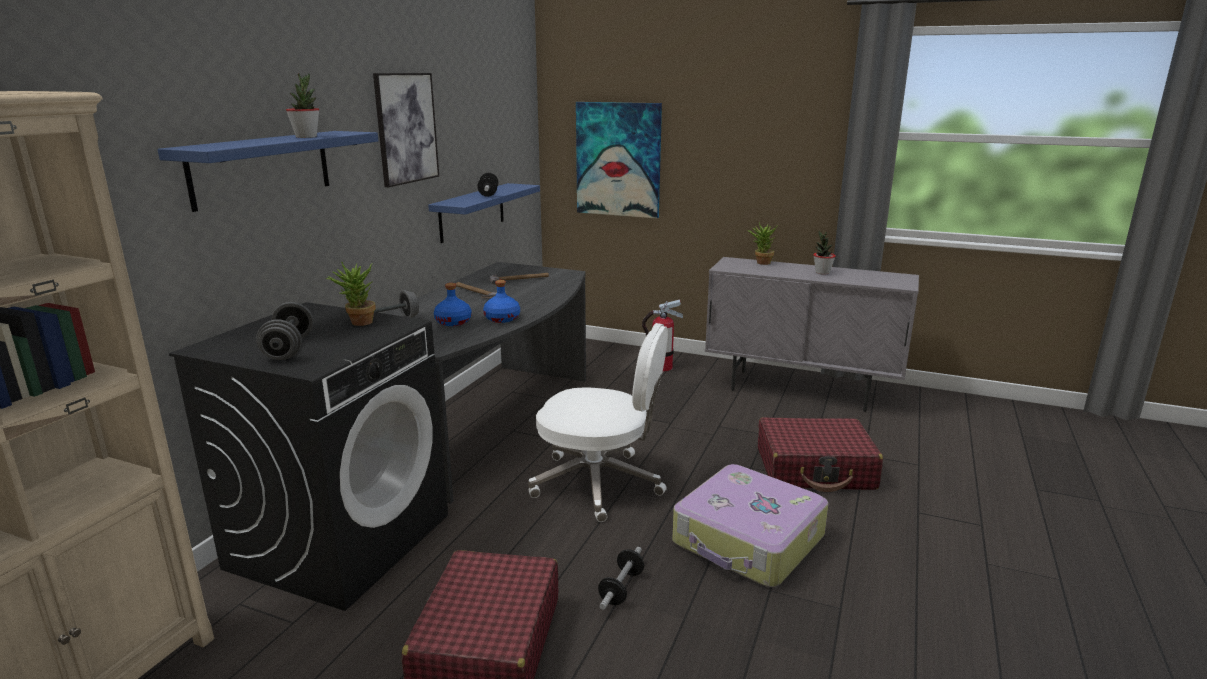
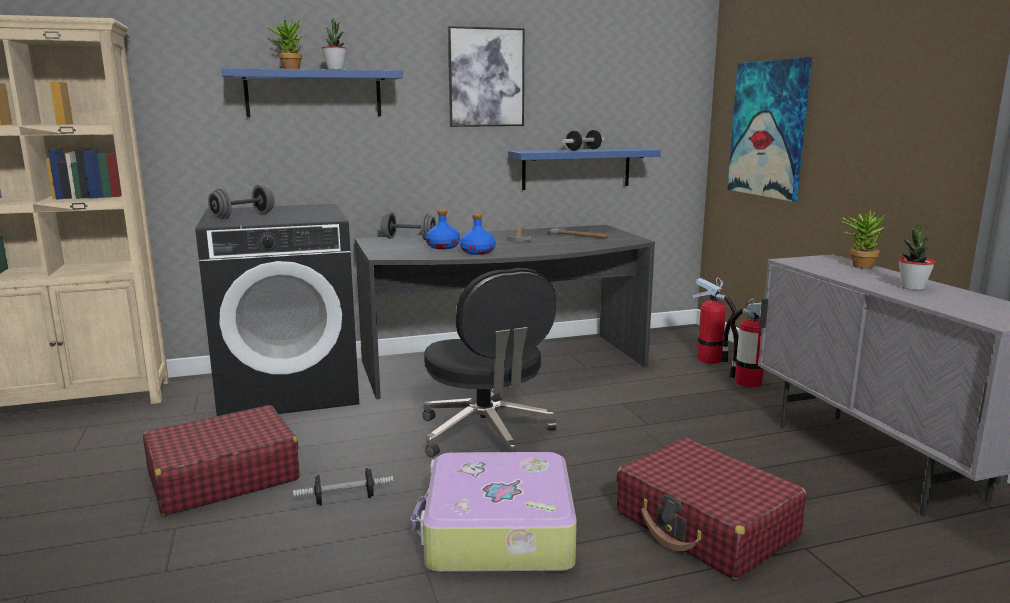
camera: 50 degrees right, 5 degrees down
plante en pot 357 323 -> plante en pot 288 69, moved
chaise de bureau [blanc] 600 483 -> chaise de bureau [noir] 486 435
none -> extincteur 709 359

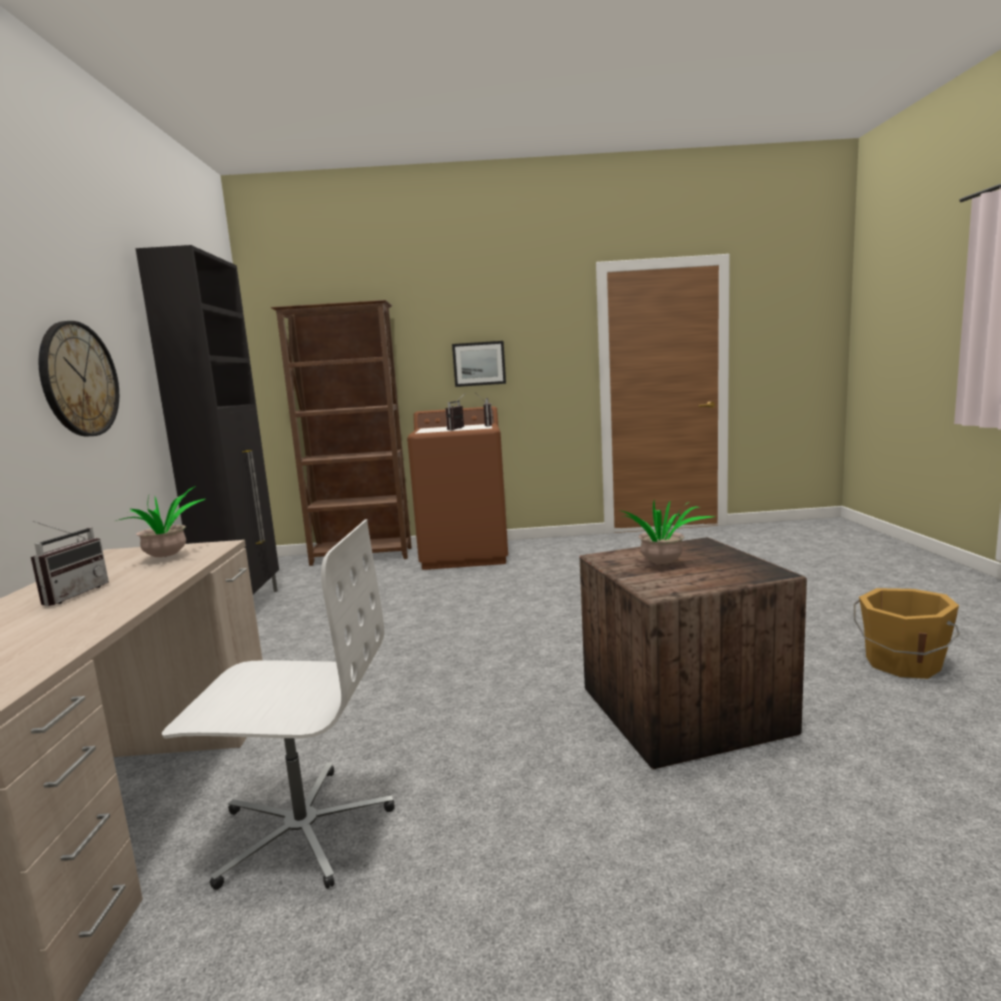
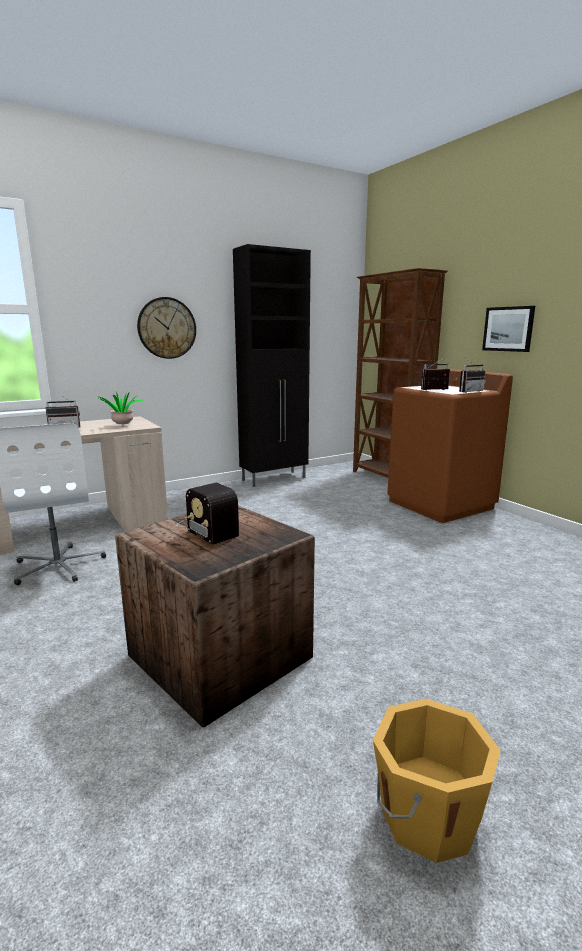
camera: 60 degrees right, 5 degrees up
plante en pot 662 565 -> radio 207 527

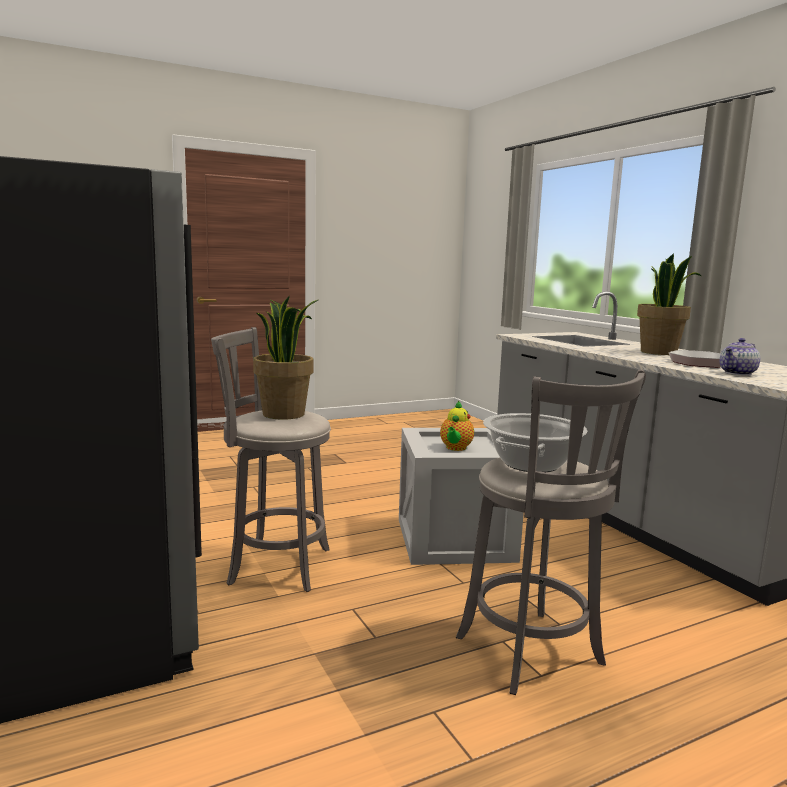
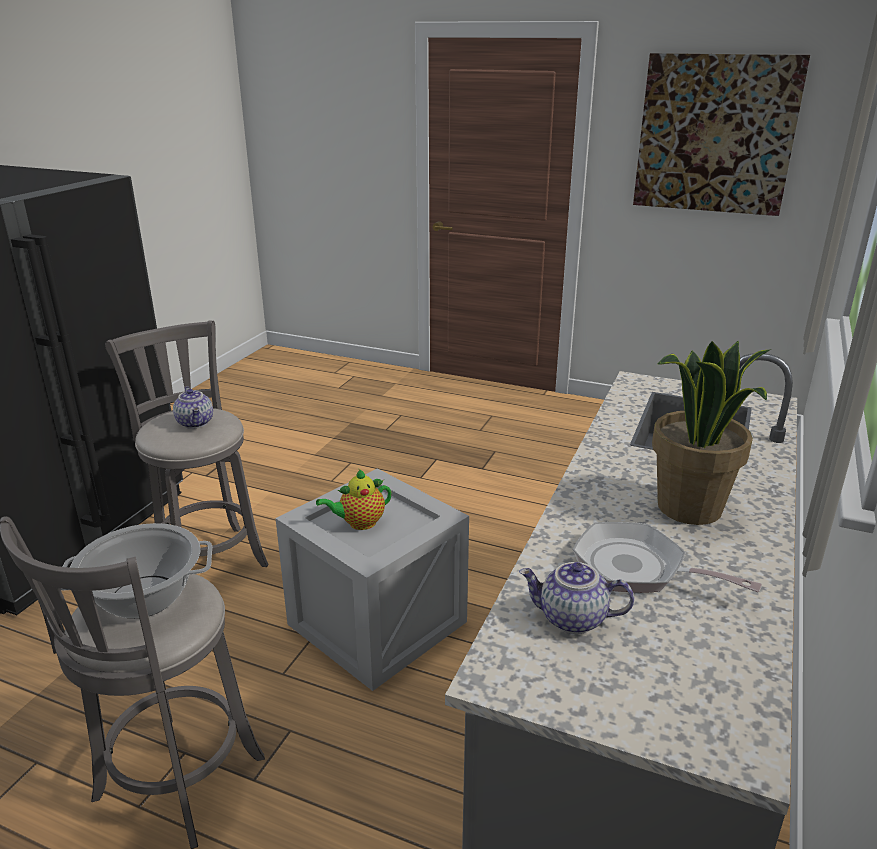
camera: 50 degrees right, 15 degrees up
plante en pot 284 414 -> théière 196 423
none -> tableau 715 135

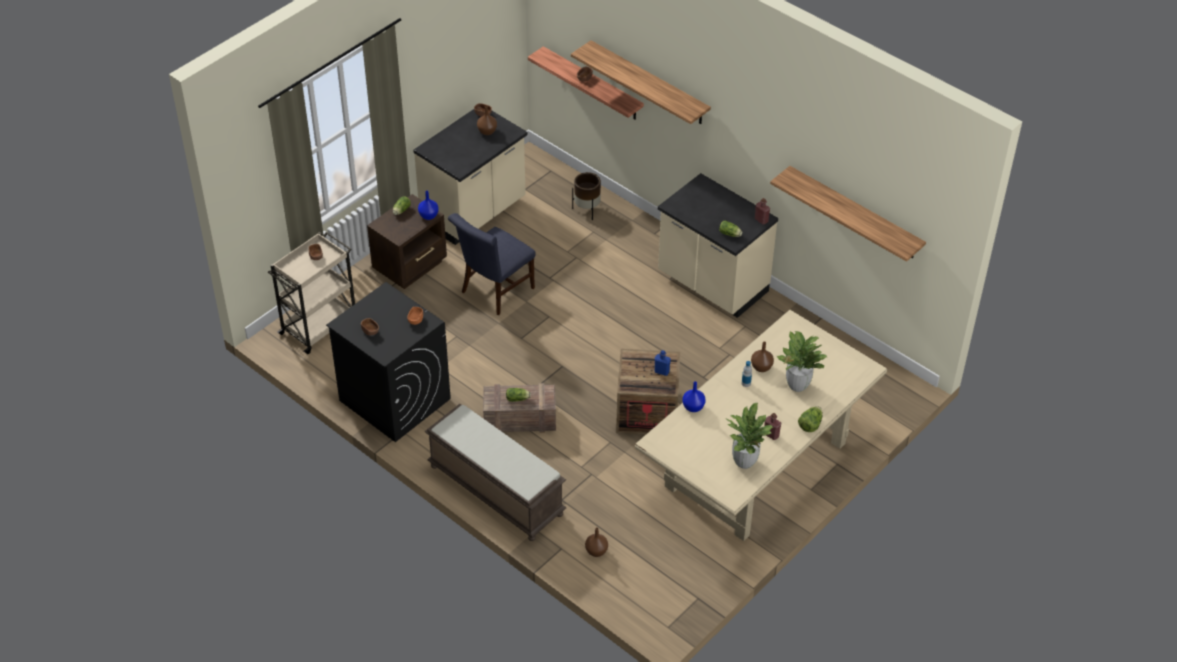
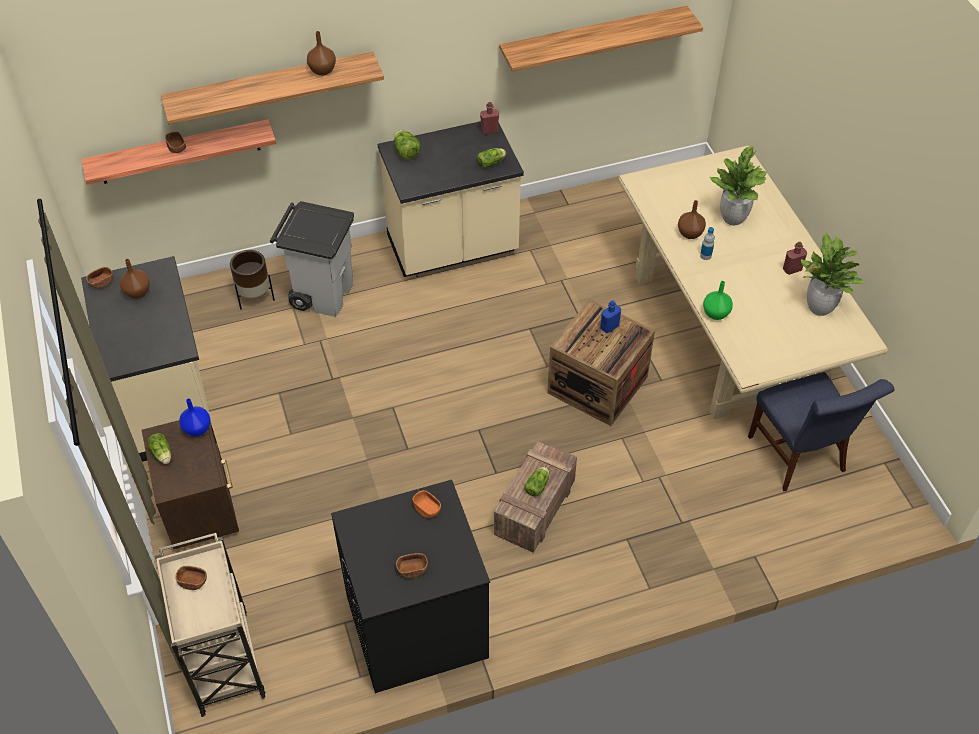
camera: 60 degrees left, 5 degrees up
banc [marron] 494 490 -> none
chaise [bleu] 494 292 -> chaise [bleu] 800 458, moved
vase [marron] 596 551 -> vase [marron] 322 71, moved
vase [bleu] 692 407 -> vase [vert] 715 314
laitue 810 425 -> laitue 406 152, moved
none -> poubelle [gris] 322 293

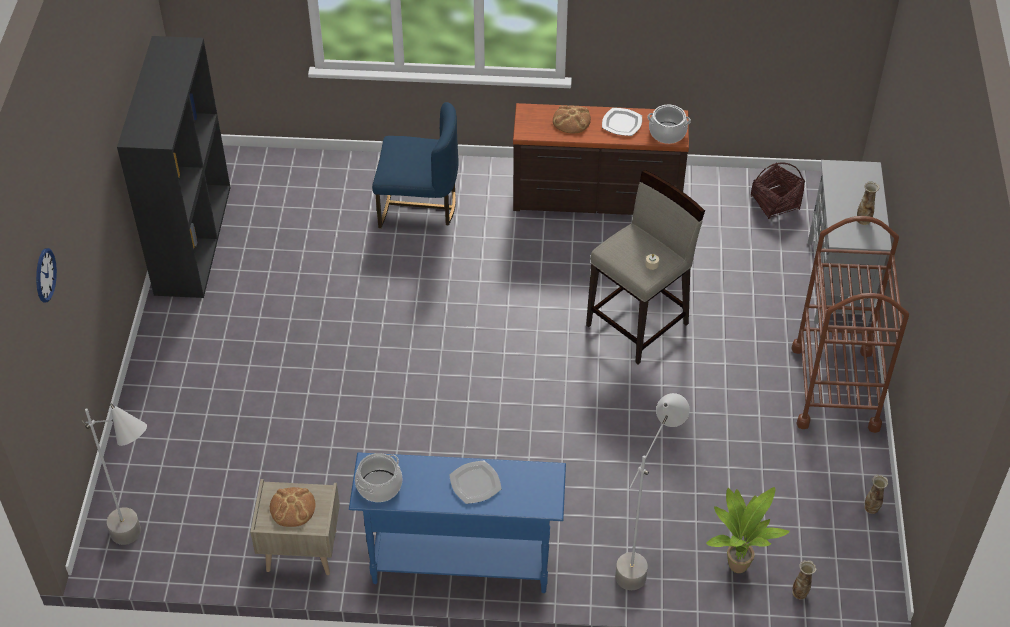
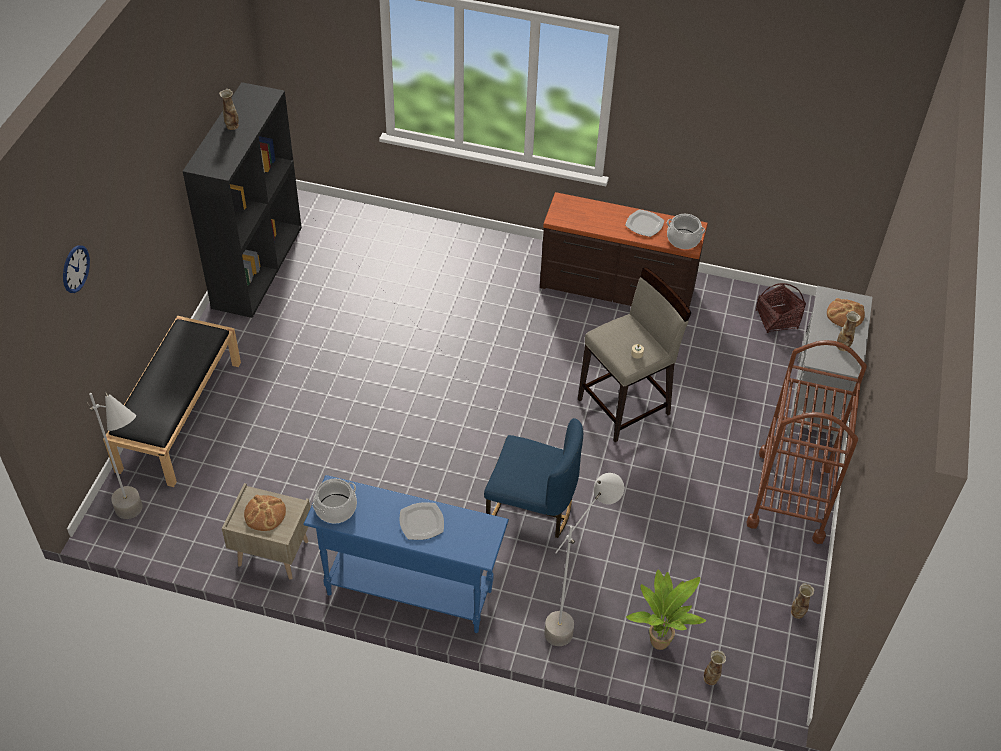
camera: 10 degrees right, 0 degrees up
chaise [bleu] 418 206 -> chaise [bleu] 531 509, moved
pain 571 120 -> pain 845 314, moved
none -> banc [noir] 179 414
none -> vase 232 126

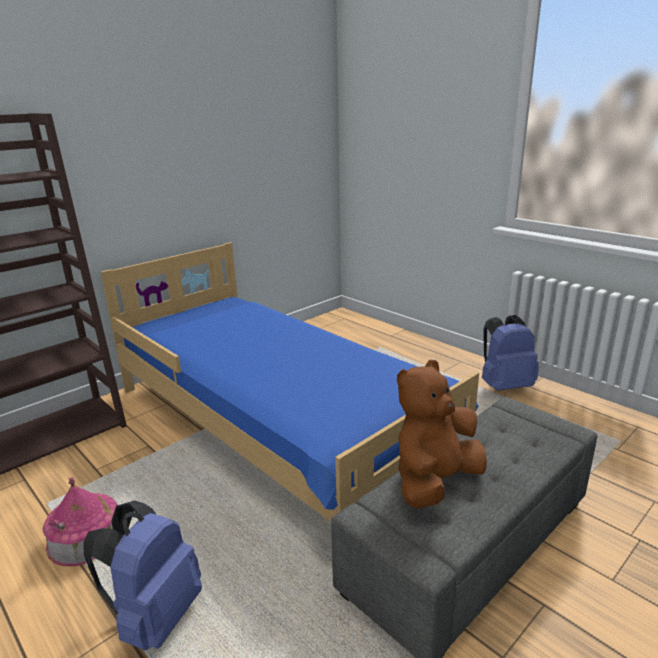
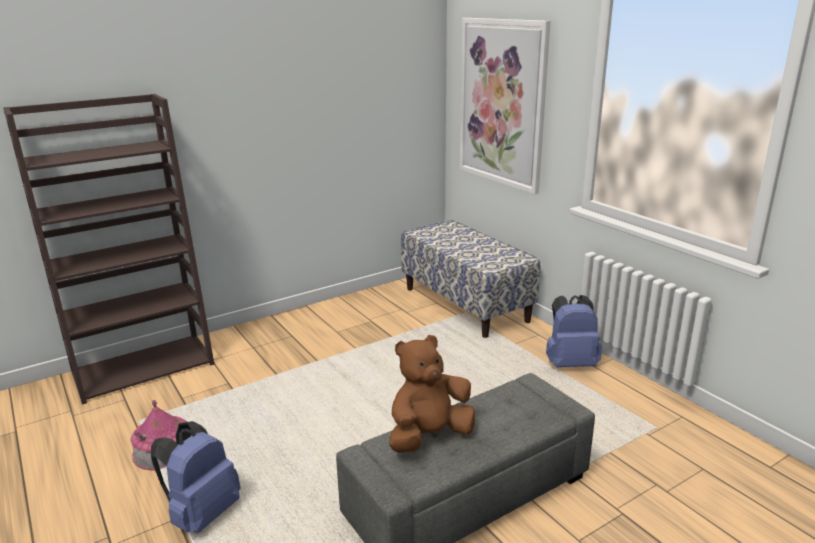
camera: 10 degrees right, 0 degrees up
lit [bleu] 278 424 -> none
none -> banc 466 304
none -> tableau 502 103

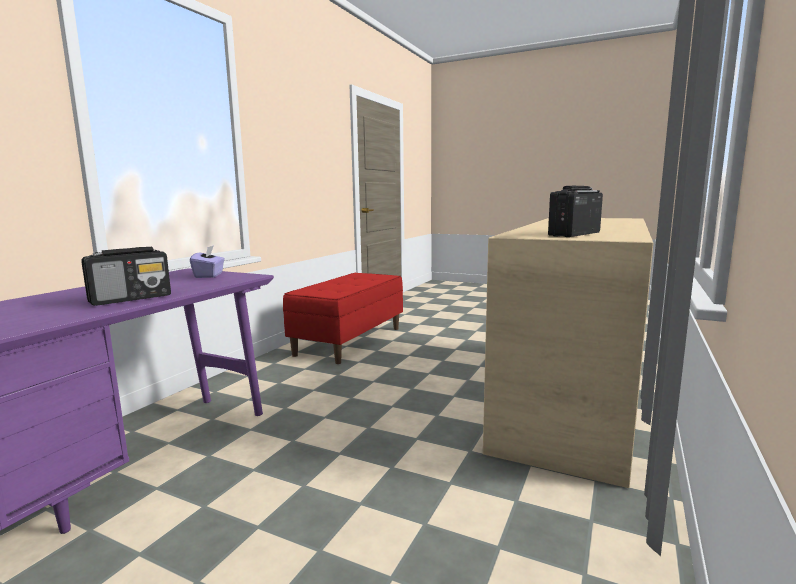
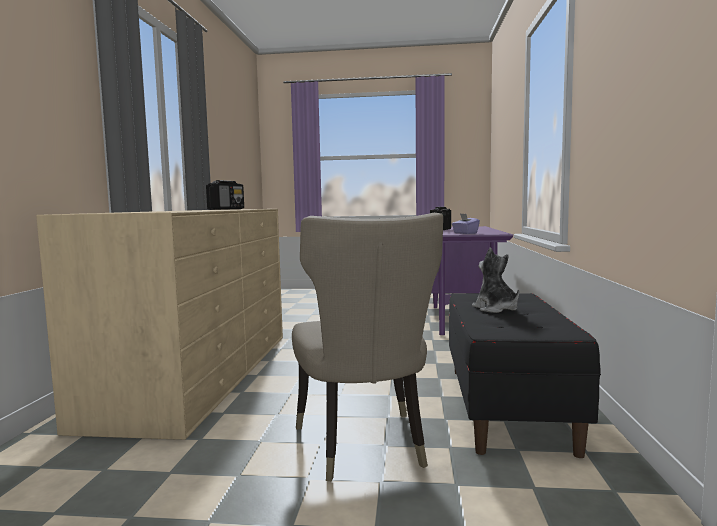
camera: 160 degrees right, 5 degrees down
banc [rouge] 349 341 -> banc [noir] 507 406
none -> chaise [beige] 364 447
none -> peluche 495 309

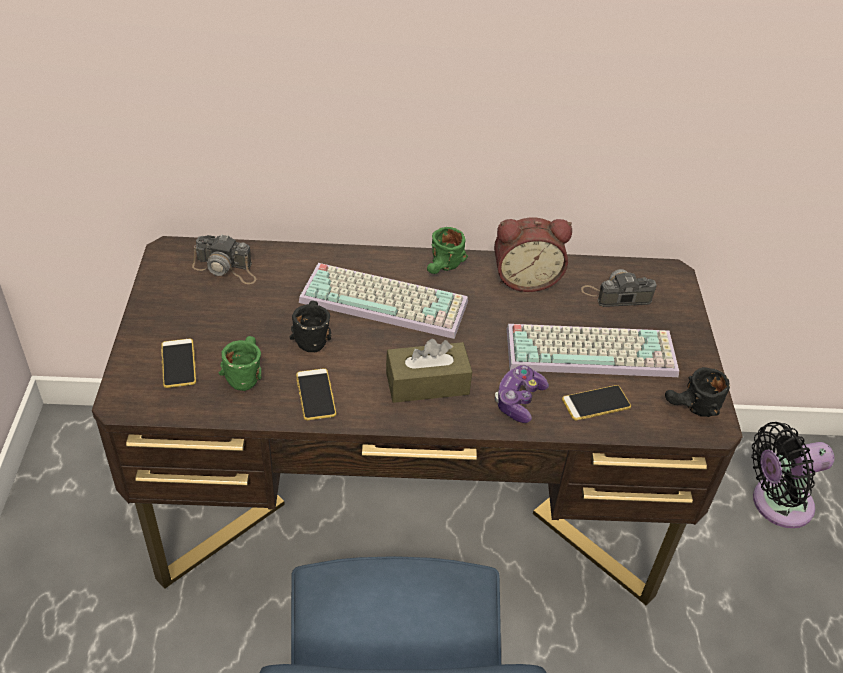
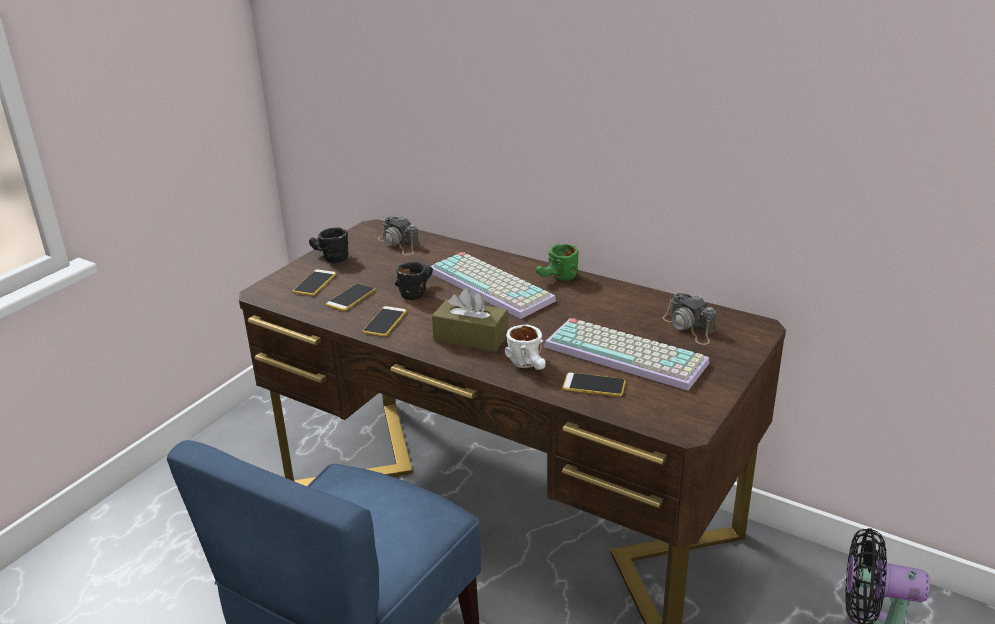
camera: 35 degrees right, 15 degrees down
mug [vert] 243 372 -> téléphone 351 298
réveil 525 278 -> none
manette 519 401 -> mug [blanc] 531 366
appareil photo 616 295 -> appareil photo 689 327, 150 degrees counterclockwise
mug [noir] 691 409 -> mug [noir] 328 257, moved

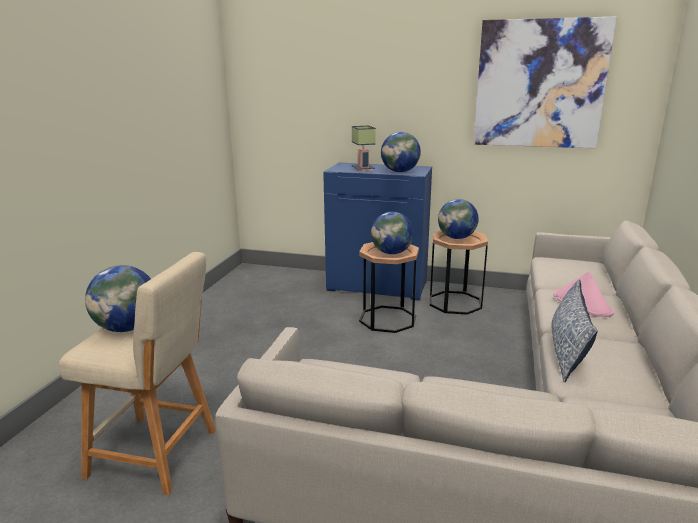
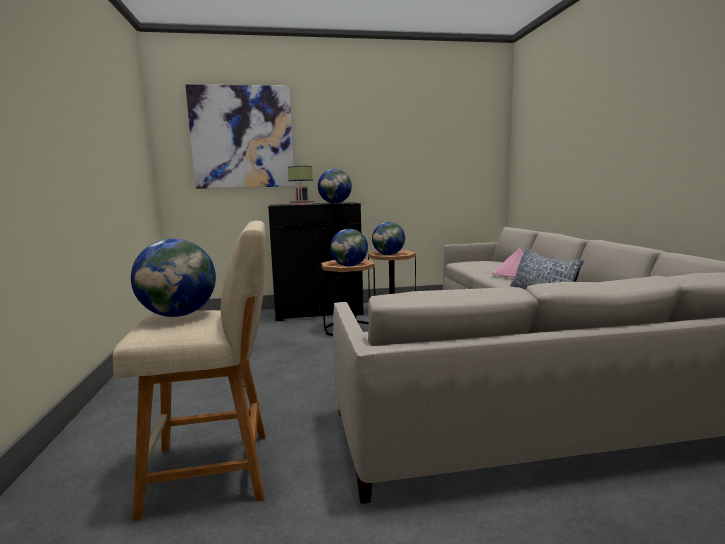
camera: 25 degrees left, 10 degrees down
meuble de rangement [bleu] 378 286 -> meuble de rangement [noir] 319 311
tableau 539 84 -> tableau 242 137, moved

